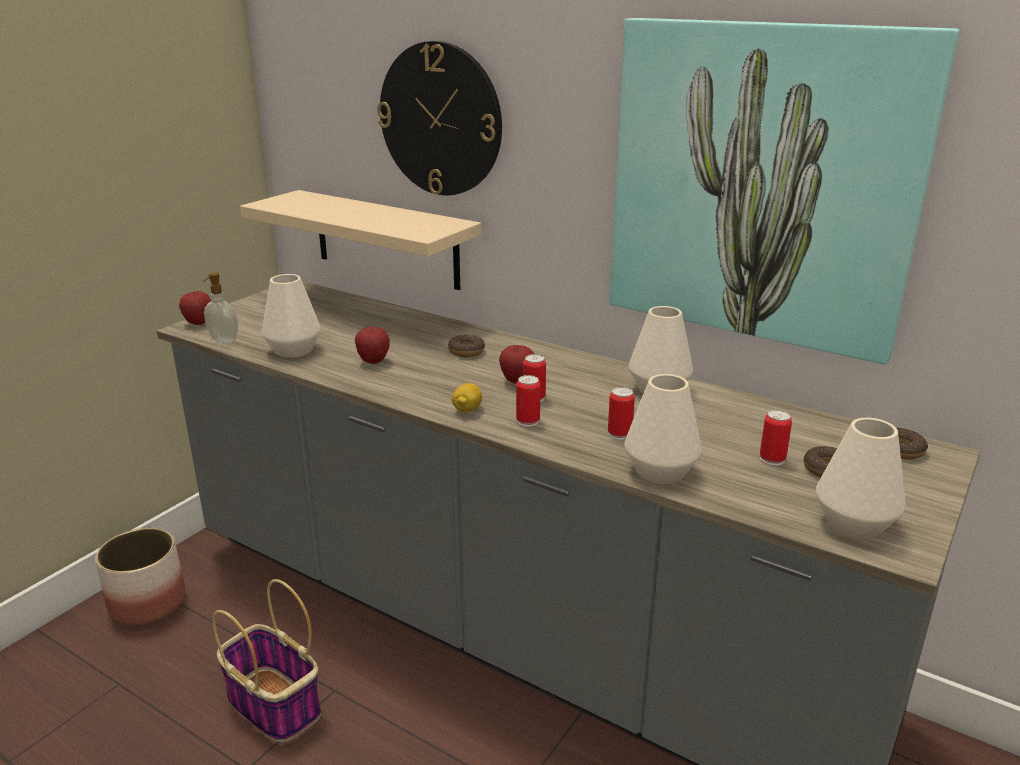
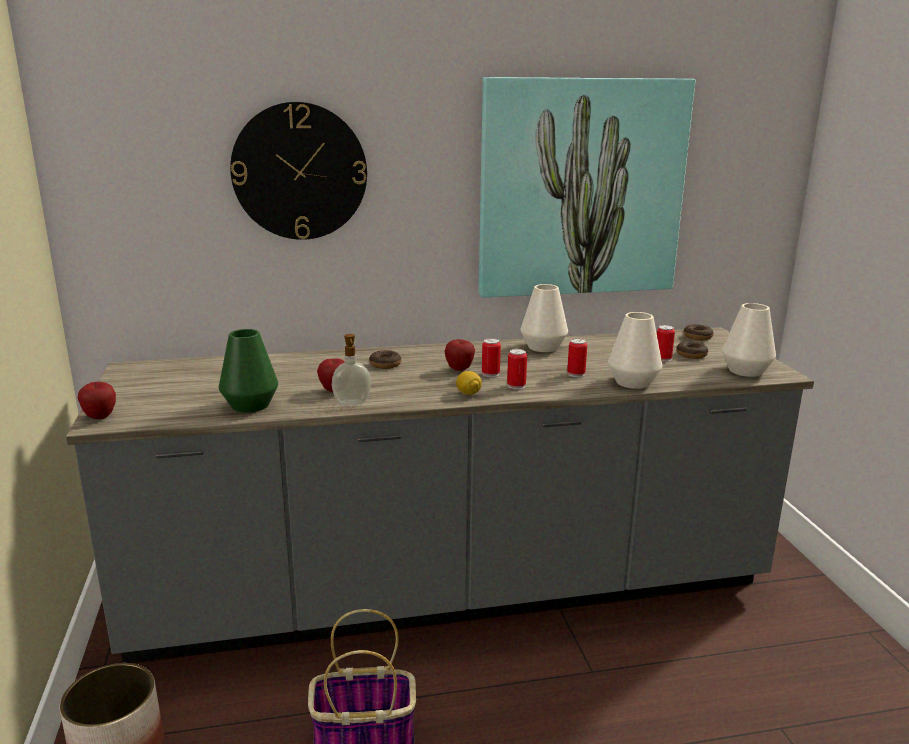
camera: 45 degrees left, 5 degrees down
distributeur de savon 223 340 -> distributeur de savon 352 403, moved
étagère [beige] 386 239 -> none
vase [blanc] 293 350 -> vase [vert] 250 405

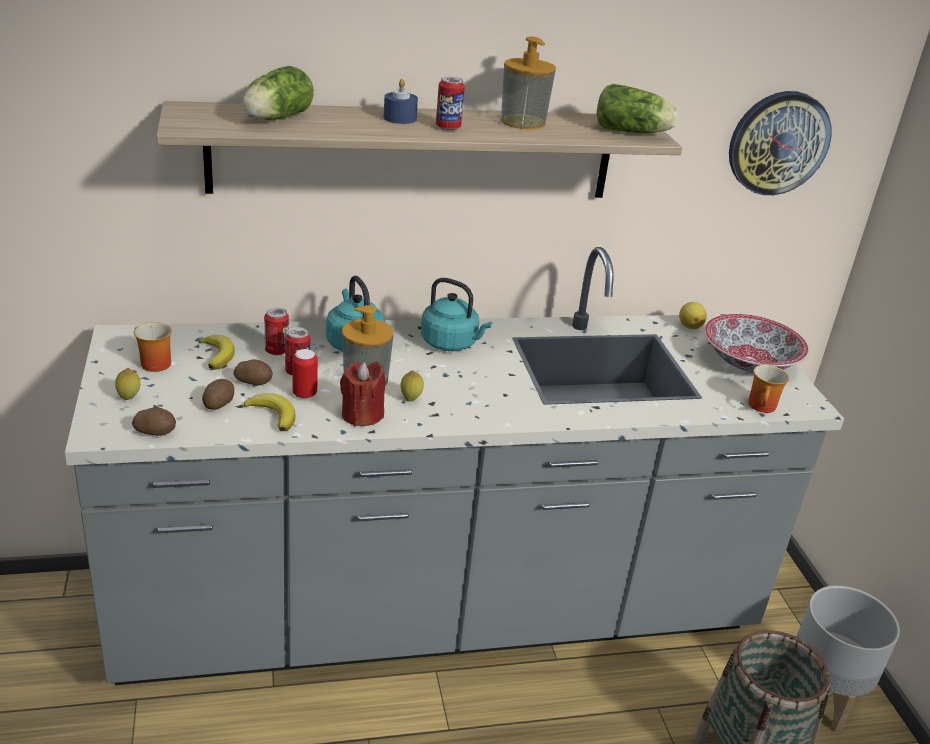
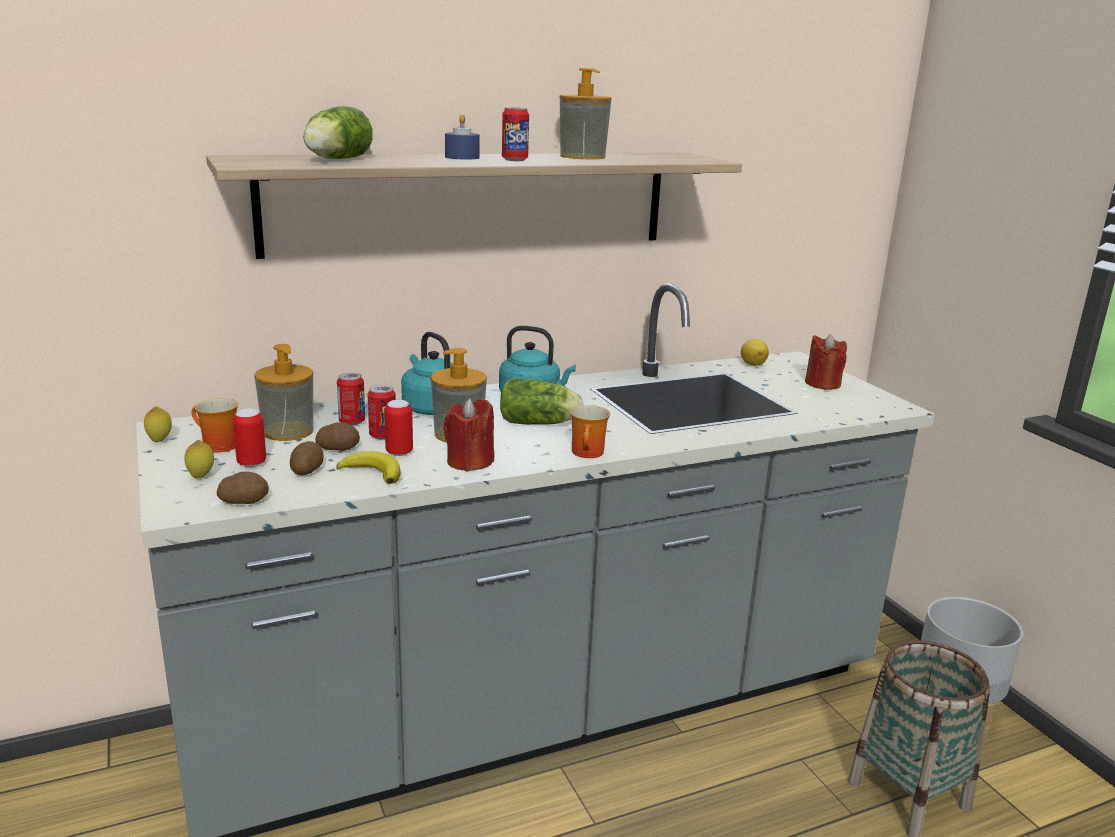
camera: 10 degrees left, 10 degrees down
banane 217 354 -> distributeur de savon 288 431
citron 411 399 -> citron 159 440, moved
laitue 633 132 -> laitue 541 423, moved
bol 748 362 -> bougie [rouge] 822 383
horloge murale 778 143 -> none
mug 763 407 -> mug 589 454, moved
none -> boîte métallique 251 463

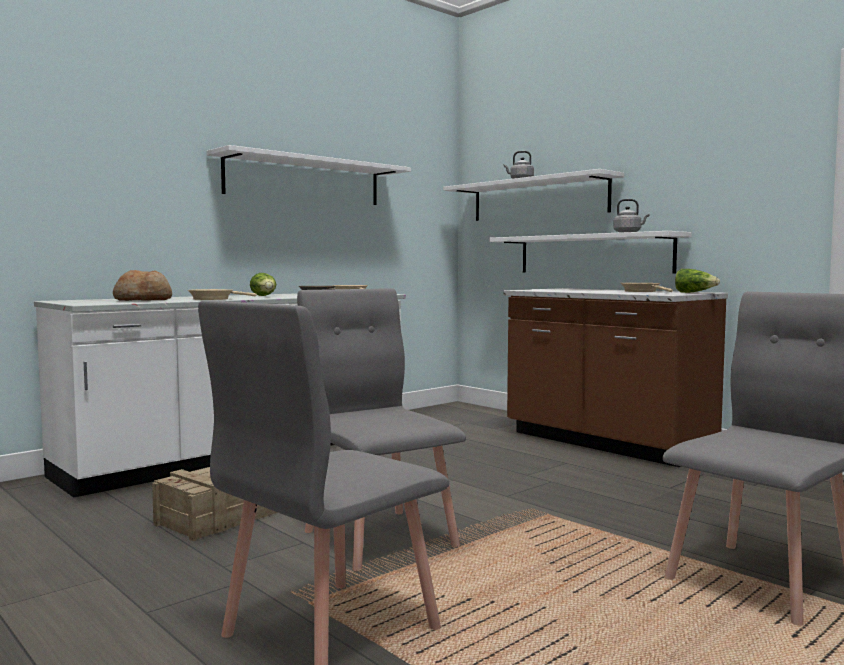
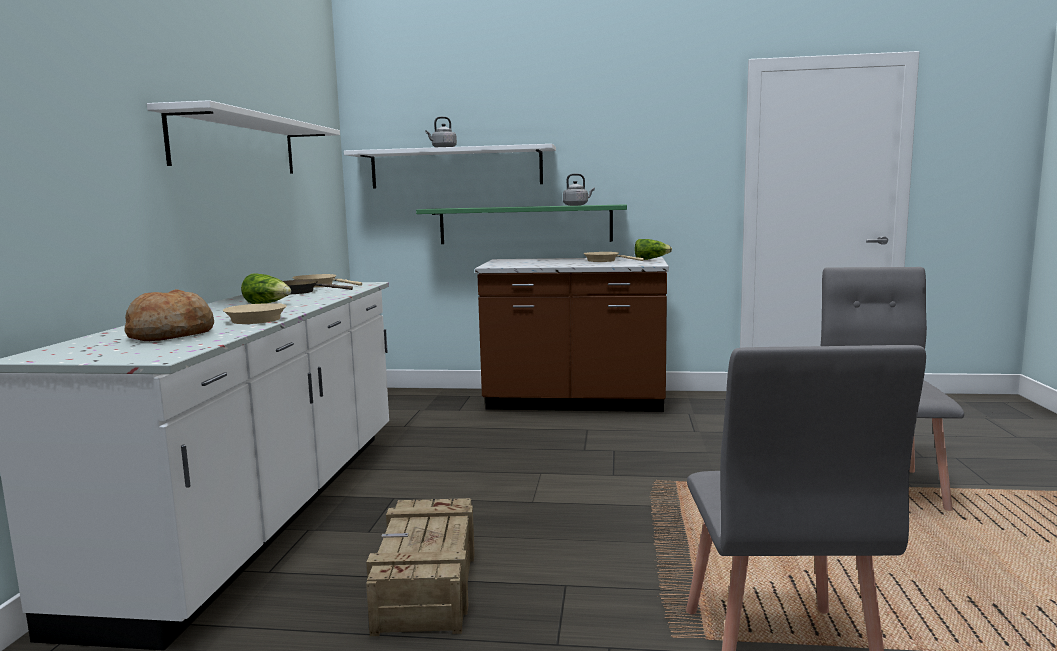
camera: 40 degrees left, 5 degrees up
chaise [gris] 380 537 -> none
étagère [blanc] 593 254 -> étagère [vert] 525 224

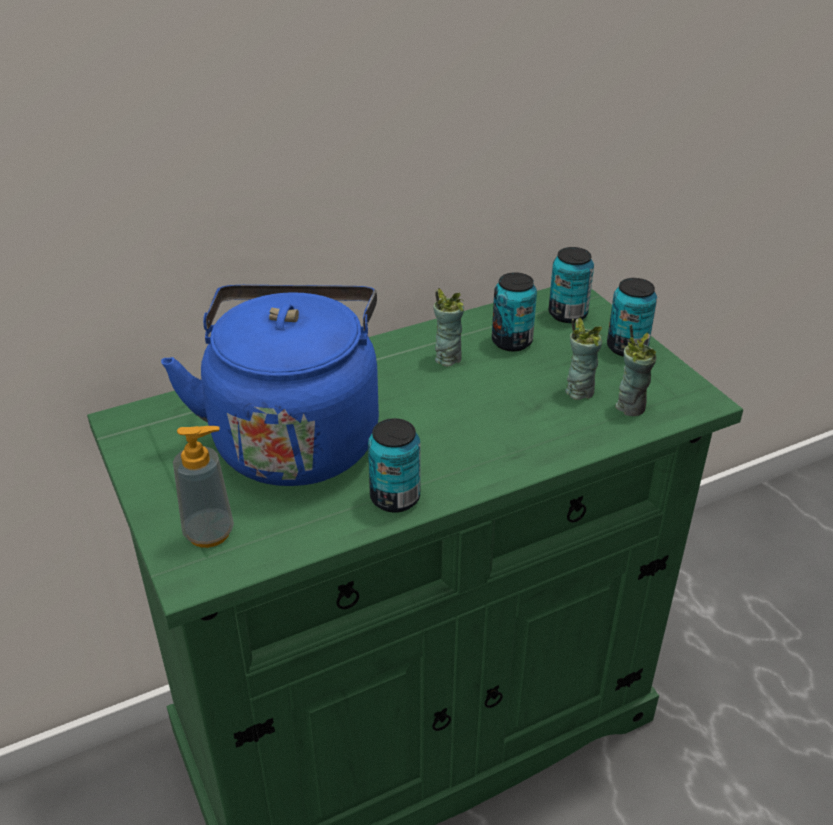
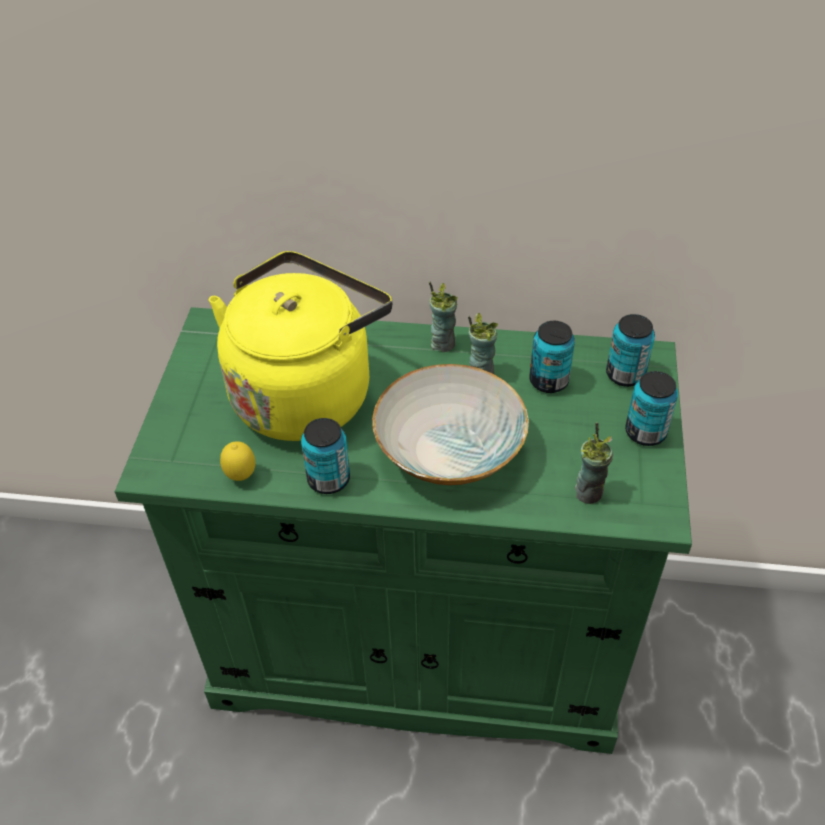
camera: 35 degrees right, 10 degrees up
bouilloire [bleu] 295 437 -> bouilloire [jaune] 306 392
distributeur de savon 209 533 -> none
tasse 579 391 -> tasse 442 343, moved
none -> citron 241 476
none -> bol 448 451

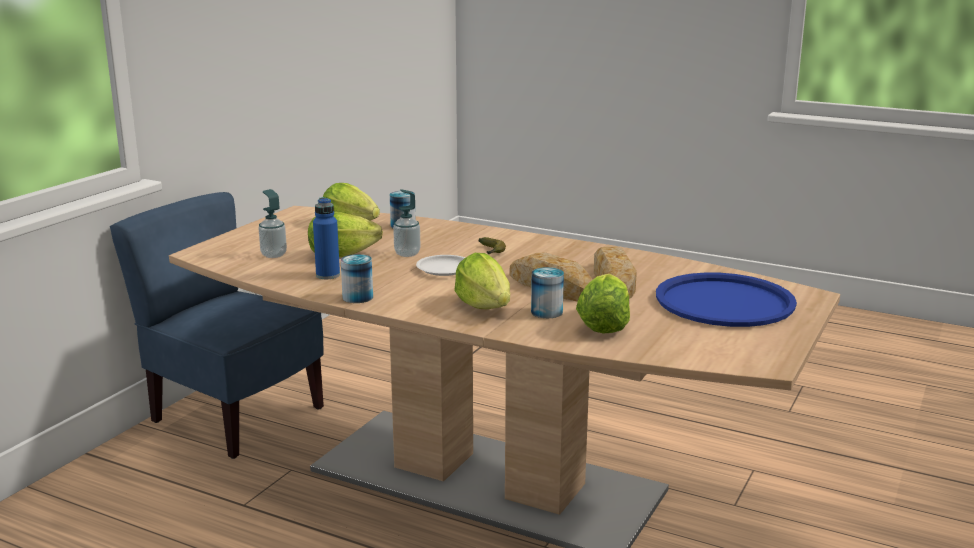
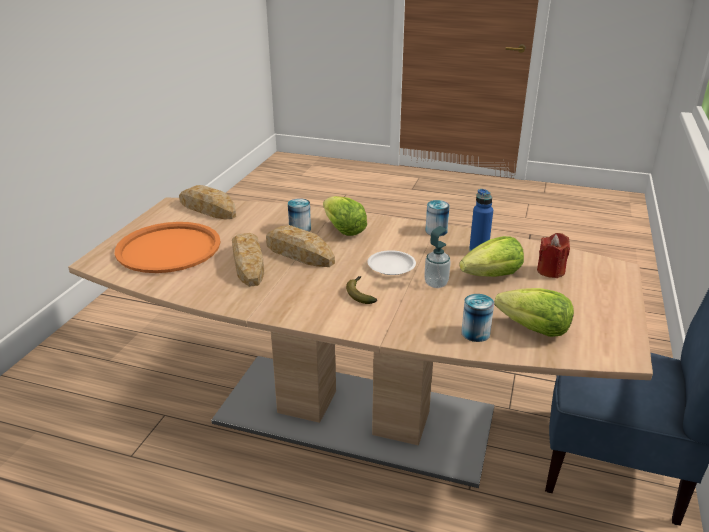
camera: 170 degrees right, 10 degrees up
distributeur de savon 274 255 -> bougie [rouge] 550 271
laitue 603 326 -> none
plateau [bleu] 724 302 -> plateau [orange] 168 248
none -> pain 208 208

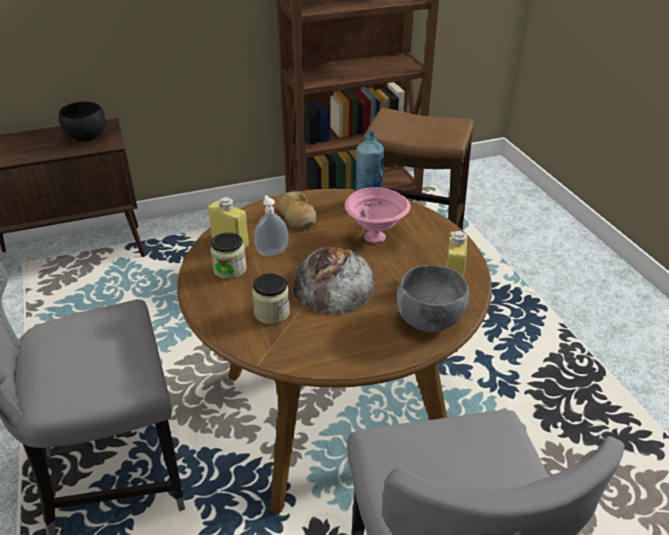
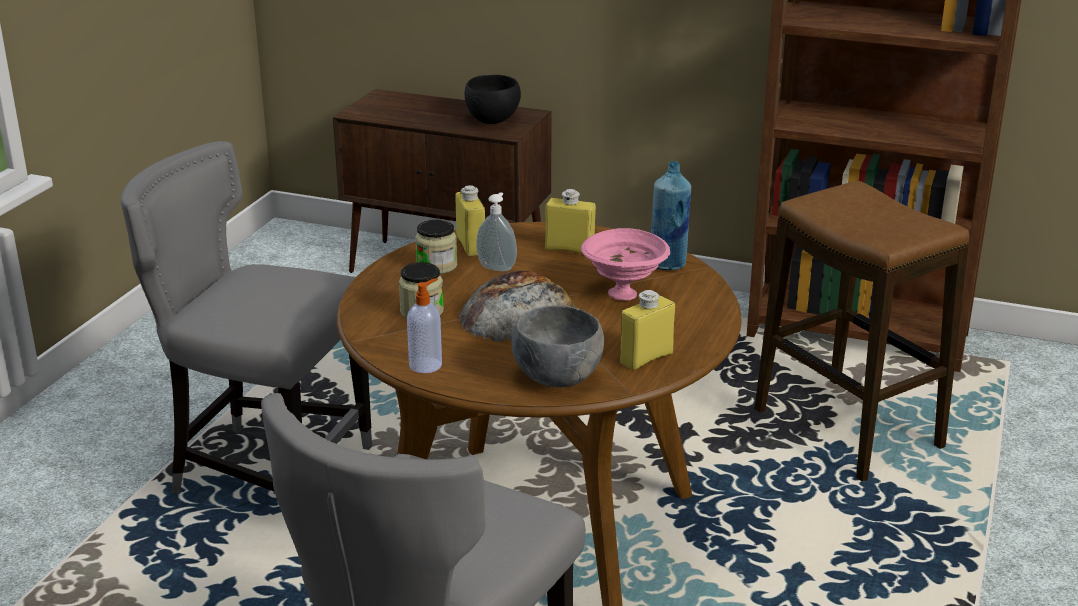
camera: 40 degrees right, 10 degrees down
pain 297 217 -> bouteille [jaune] 570 249
none -> distributeur de savon 426 365

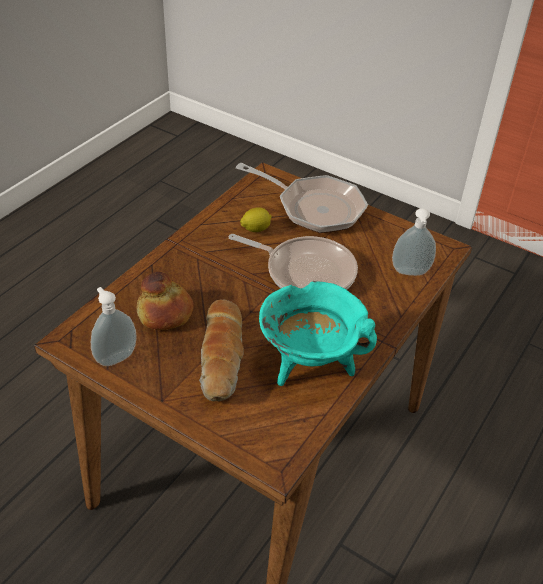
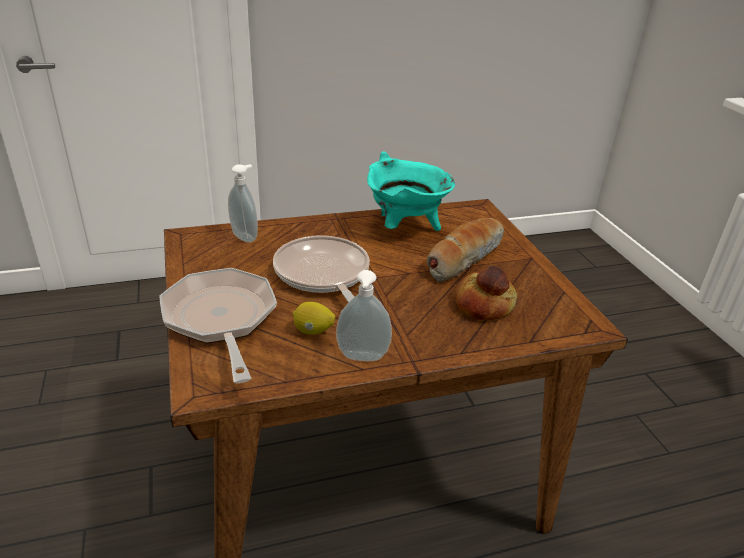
camera: 140 degrees left, 10 degrees down
distributeur de savon 115 356 -> distributeur de savon 362 358, moved

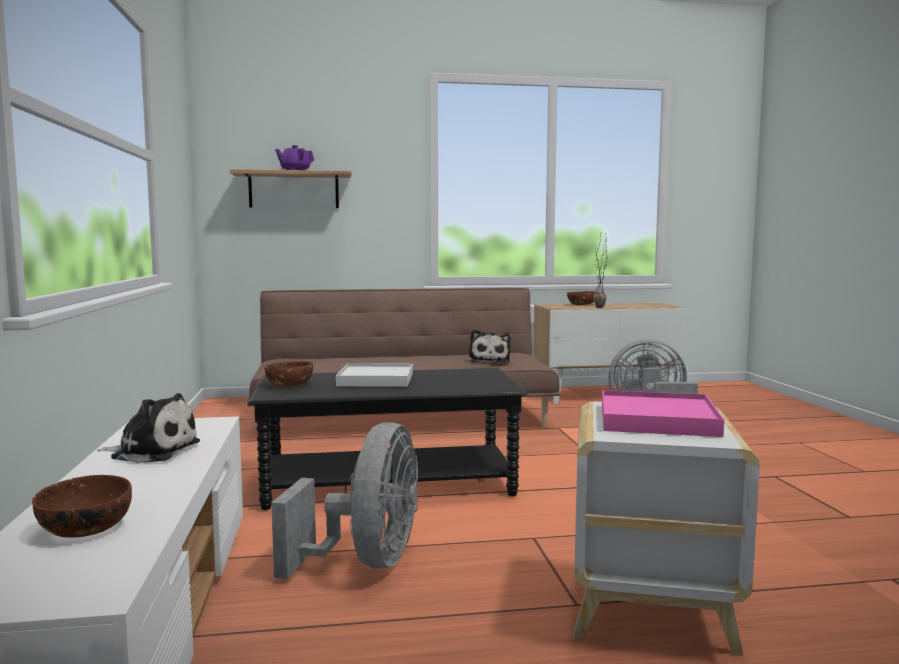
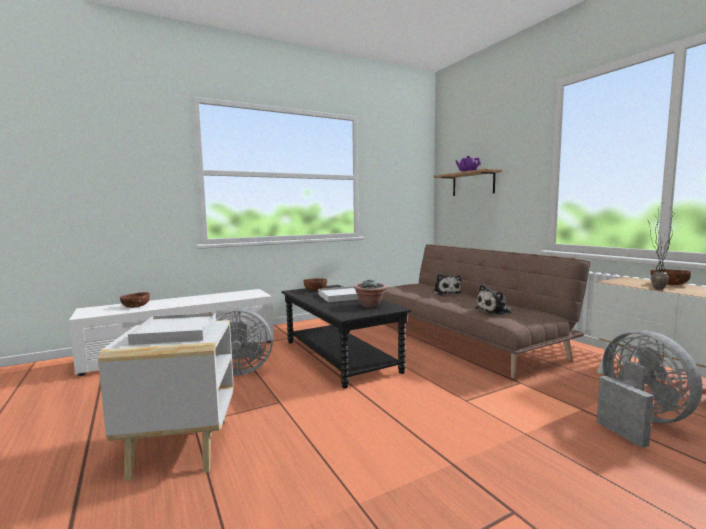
camera: 70 degrees right, 0 degrees up
peluche 152 451 -> peluche 446 293, moved
plateau [rose] 656 420 -> plateau [blanc] 176 332
none -> plante en pot 370 305

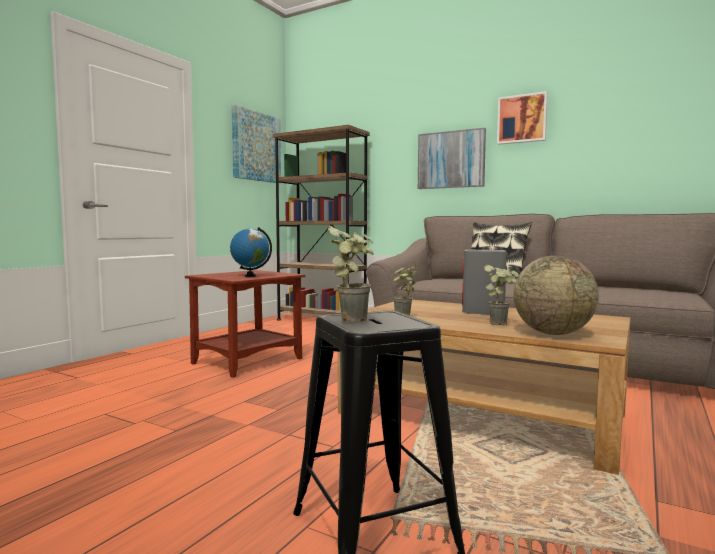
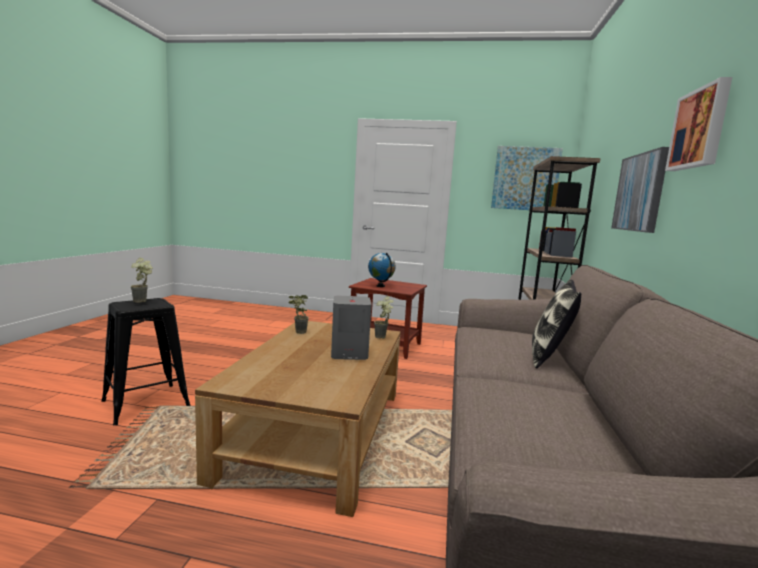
camera: 70 degrees right, 5 degrees up
plante en pot 501 323 -> plante en pot 383 338, moved
globe 553 333 -> none

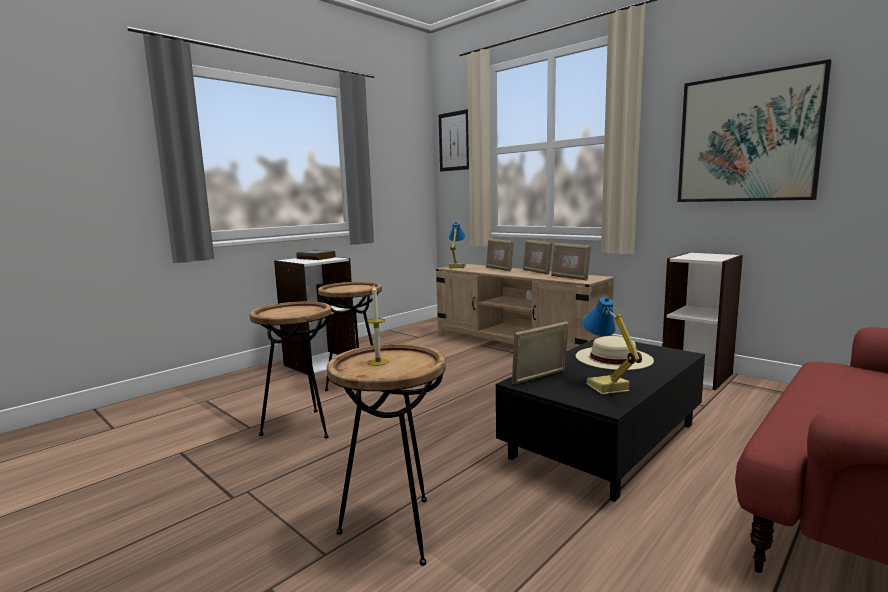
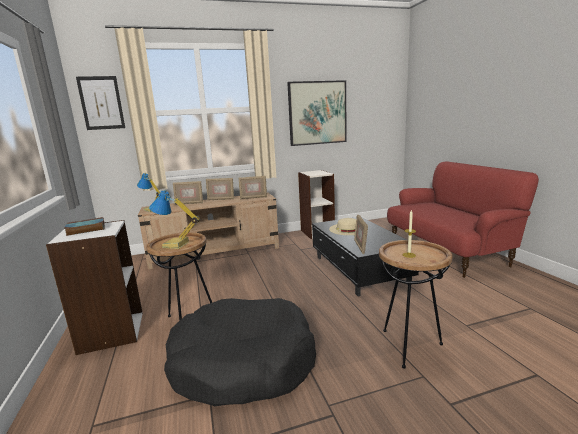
camera: 60 degrees left, 5 degrees up
table d'appoint [marron] 301 427 -> panier pour chien [noir] 243 363
lampe de table 606 387 -> lampe de table 175 245, moved

